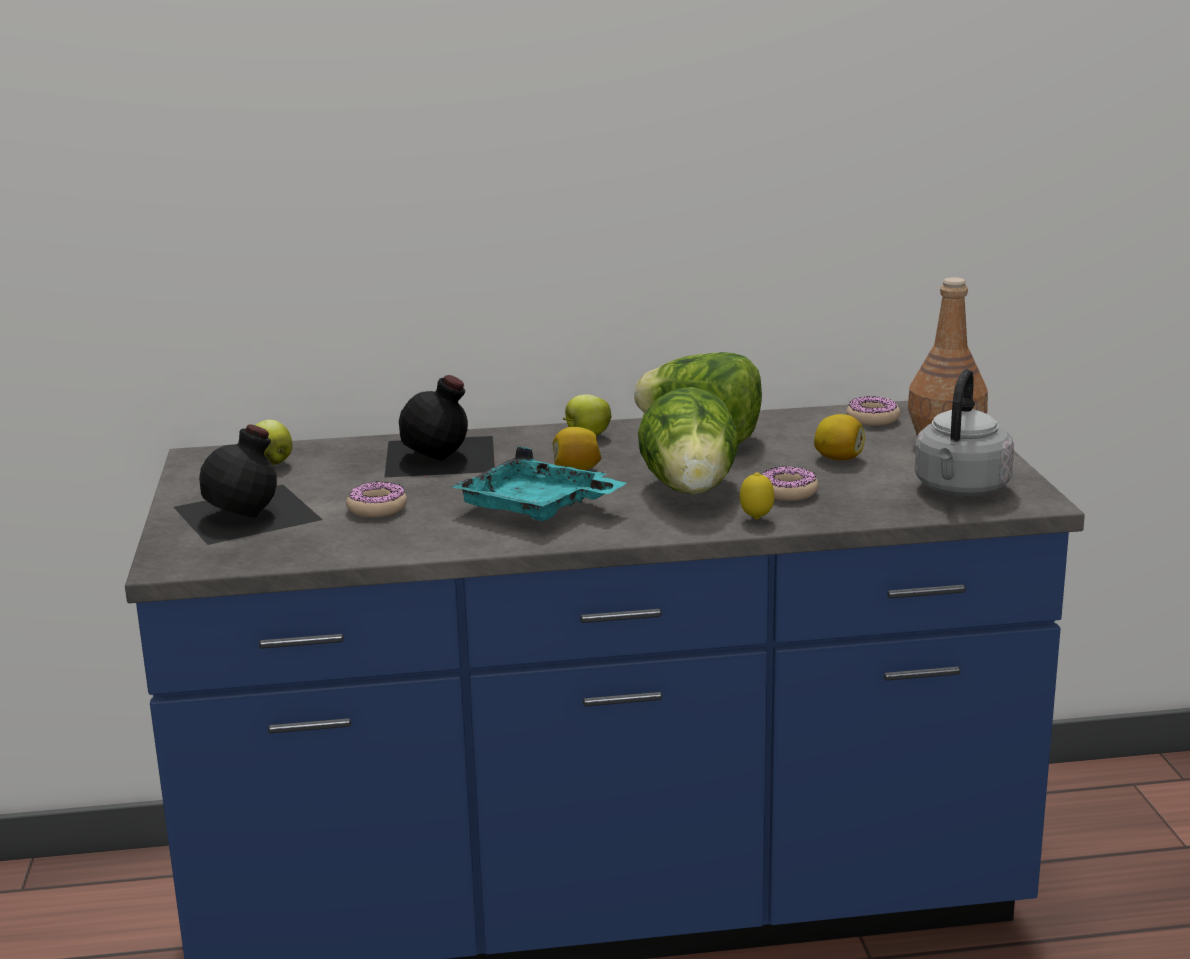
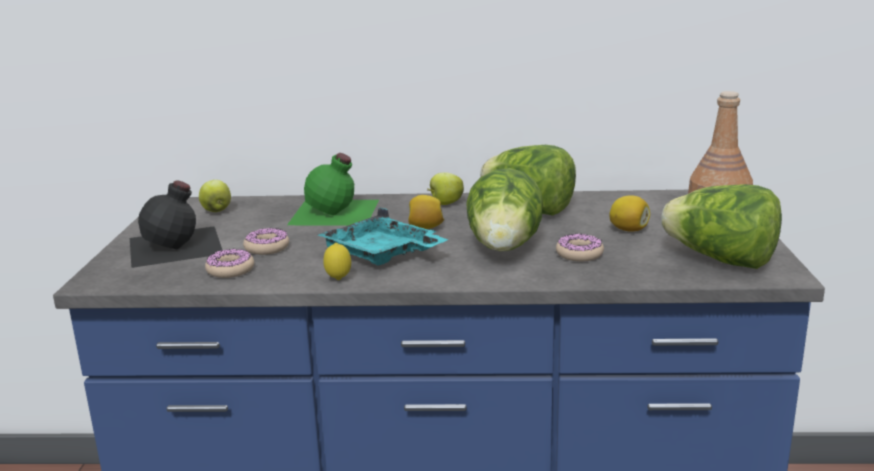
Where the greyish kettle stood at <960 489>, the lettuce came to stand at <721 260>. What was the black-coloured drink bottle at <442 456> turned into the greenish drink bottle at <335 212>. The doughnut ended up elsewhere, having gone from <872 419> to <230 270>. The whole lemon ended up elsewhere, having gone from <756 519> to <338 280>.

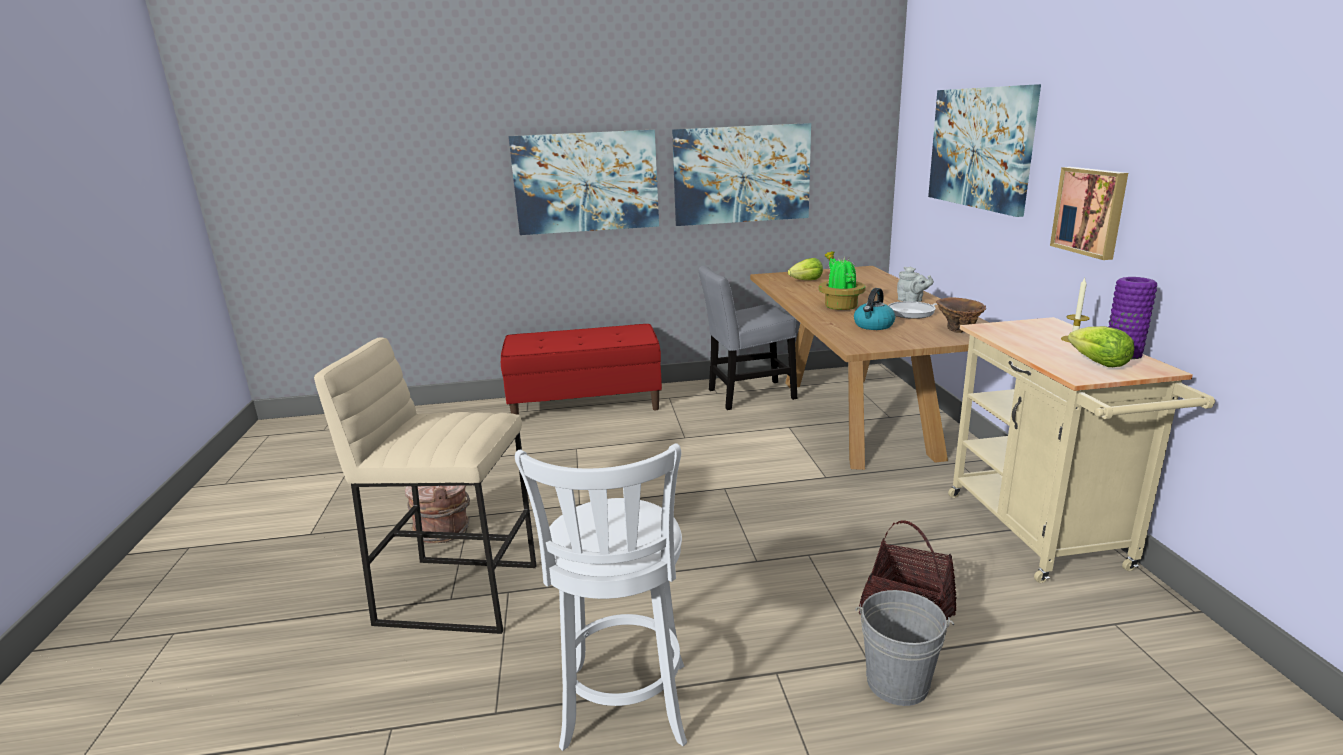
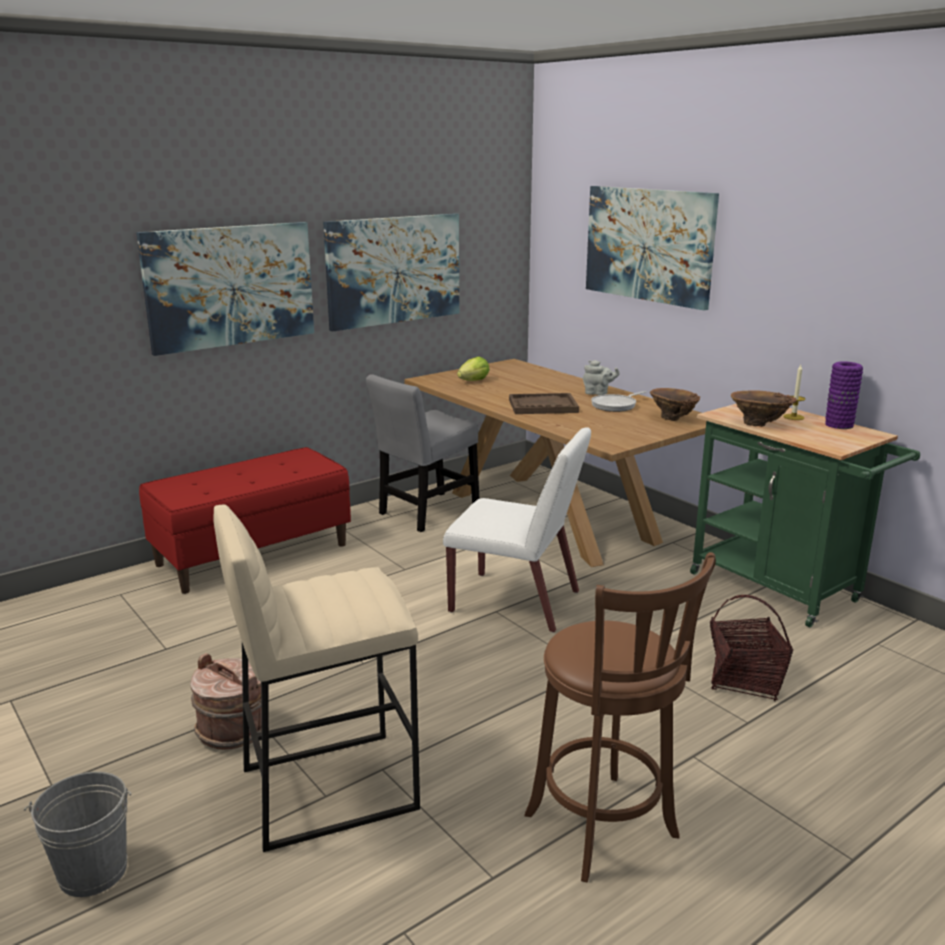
The second view lost the wall picture at <1091 211>. Where the houseplant stood at <840 306>, the brown-coloured carrying tray came to stand at <542 406>. The second view lost the kettle at <873 326>. What was the beige-coloured trolley at <1043 537> turned into the greenish trolley at <783 591>. The second view lost the lettuce at <1098 363>. What was the white-coloured sitting stool at <625 711> turned into the brown-coloured sitting stool at <605 831>. The greyish bucket ended up elsewhere, having gone from <897 682> to <92 871>. The second view gained the brown-coloured flower vase at <760 425>. The second view gained the white-coloured chair at <516 602>.

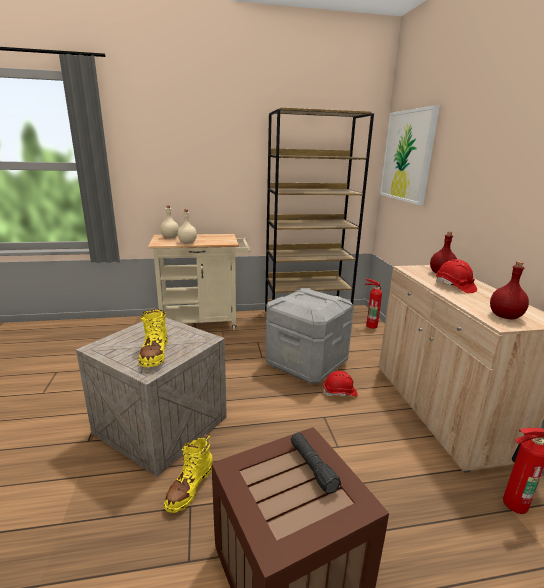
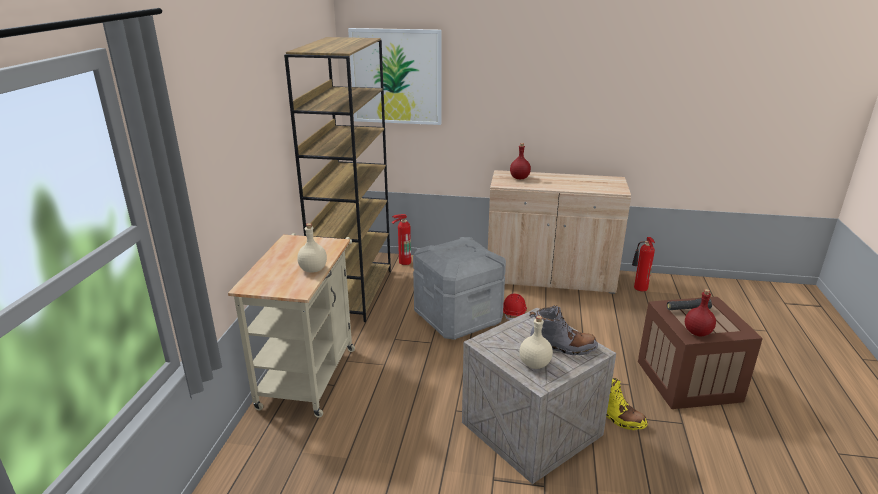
The beige-coloured drink bottle ended up elsewhere, having gone from <170 237> to <535 364>. The second view lost the red-coloured hard hat at <454 286>. The red-coloured drink bottle ended up elsewhere, having gone from <505 316> to <697 332>. What was the yellowish boot at <154 354> turned into the greyish boot at <562 346>.

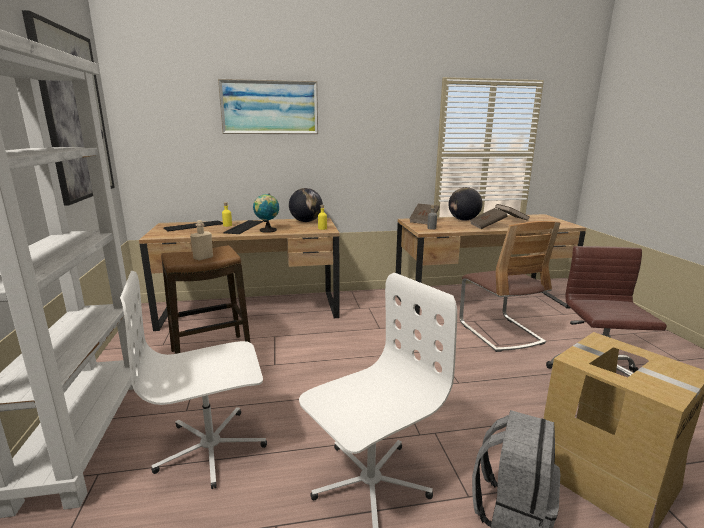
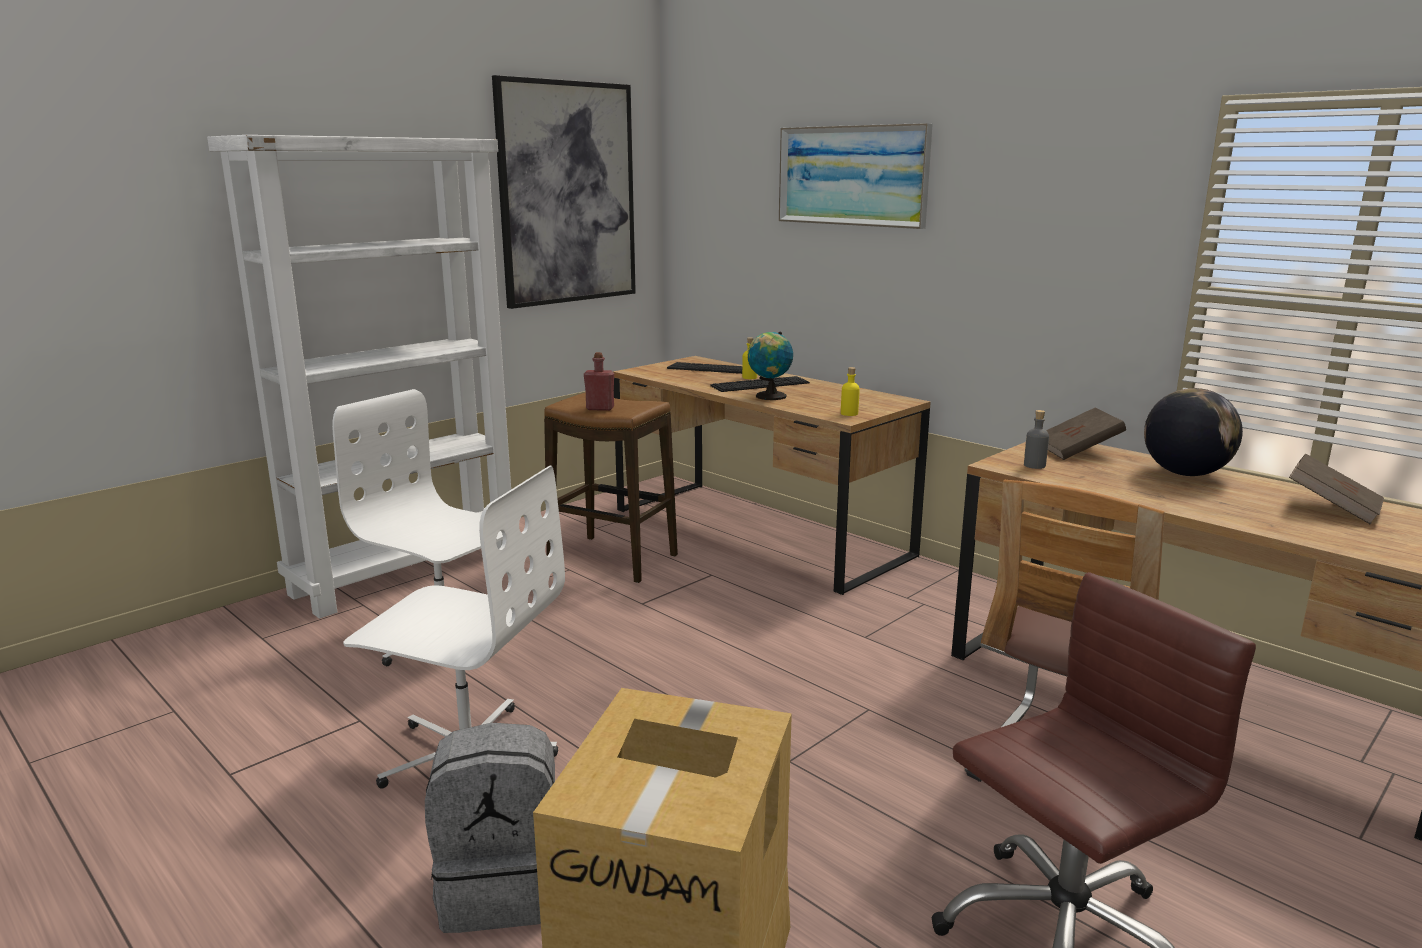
The second view lost the globe at <306 221>. The second view lost the brown-coloured book at <487 226>. What was the beige-coloured drink bottle at <203 258> turned into the red-coloured drink bottle at <600 408>.

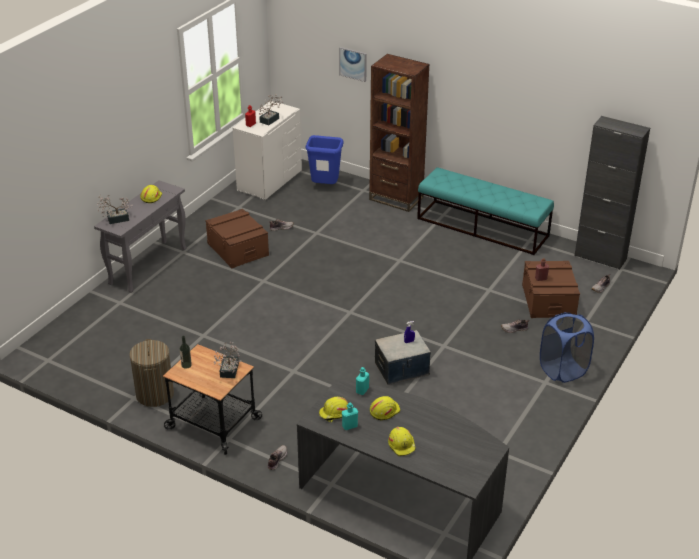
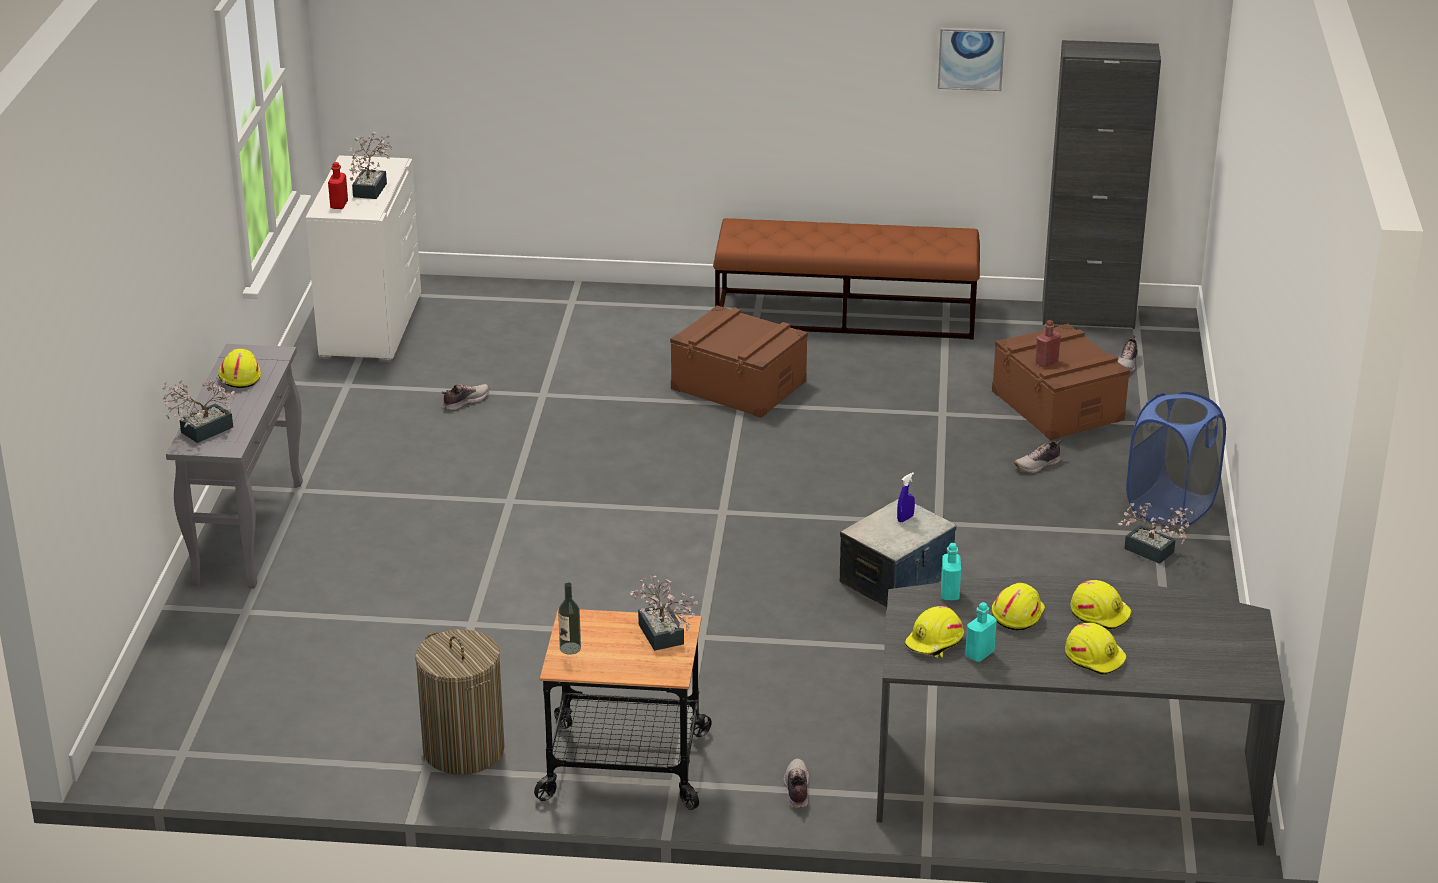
The wall picture ended up elsewhere, having gone from <353 64> to <971 58>. The second view lost the brown-coloured shelving unit at <396 198>. The second view lost the blue waste bin at <325 187>. What was the blue-green bench at <483 227> turned into the brown-coloured bench at <846 315>. The brown-coloured storage container ended up elsewhere, having gone from <238 249> to <739 385>. The second view gained the houseplant at <1153 553>. The second view gained the yellowish hard hat at <1100 613>.

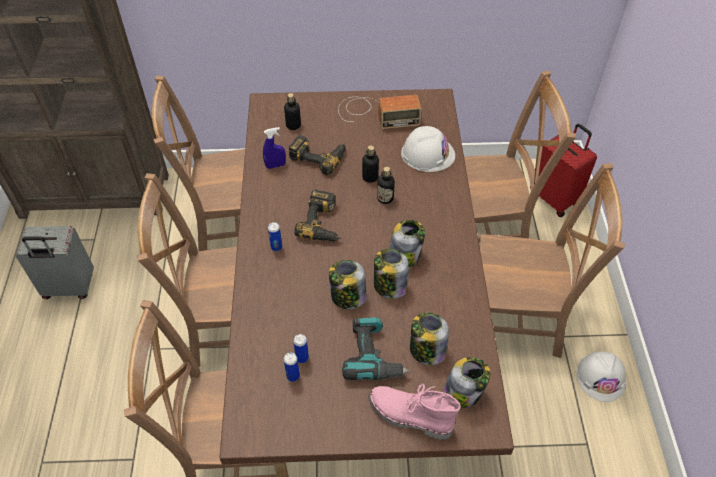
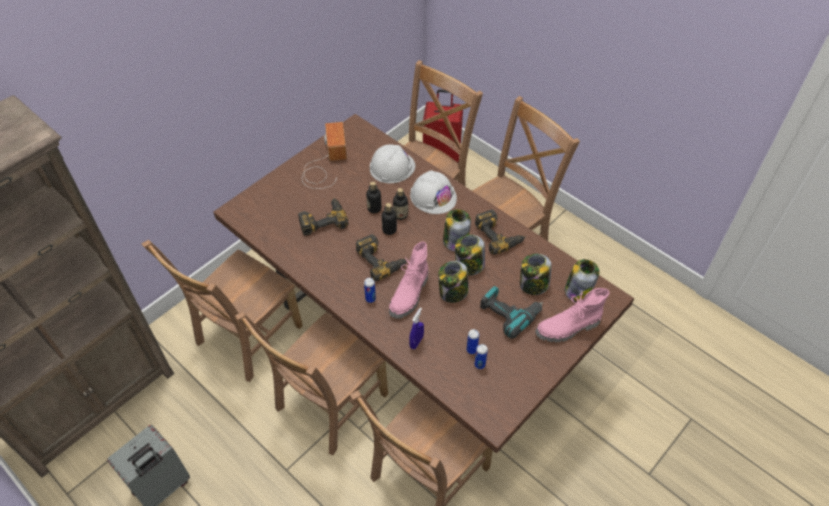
The drink bottle ended up elsewhere, having gone from <293 125> to <389 230>. The radio at <376 113> ended up facing another way, 45 degrees counterclockwise from before. The blue spray bottle ended up elsewhere, having gone from <275 165> to <416 342>. The white-coloured hard hat ended up elsewhere, having gone from <601 377> to <433 196>. The second view gained the electric drill at <499 235>. The second view gained the pinkish boot at <410 295>.

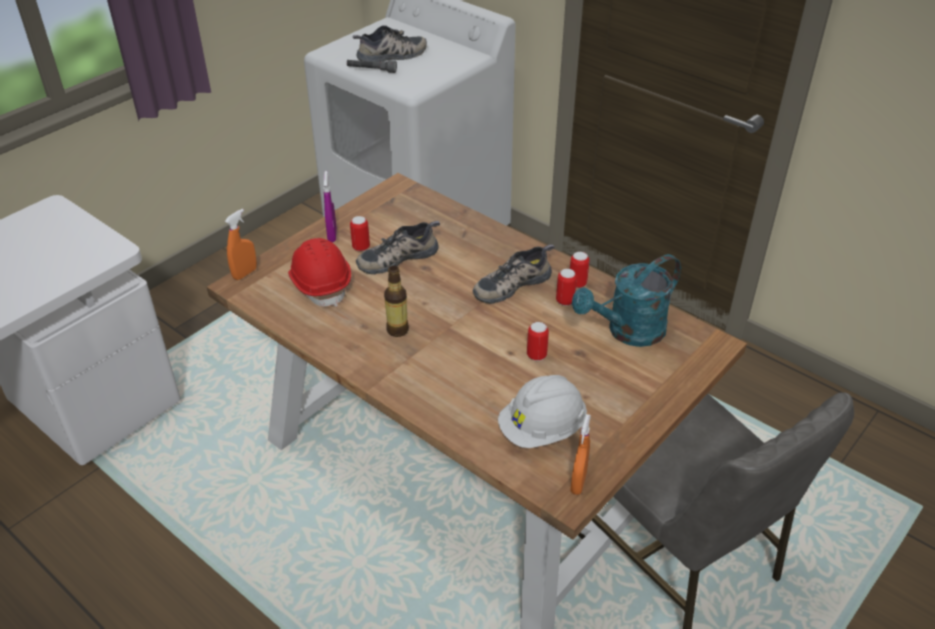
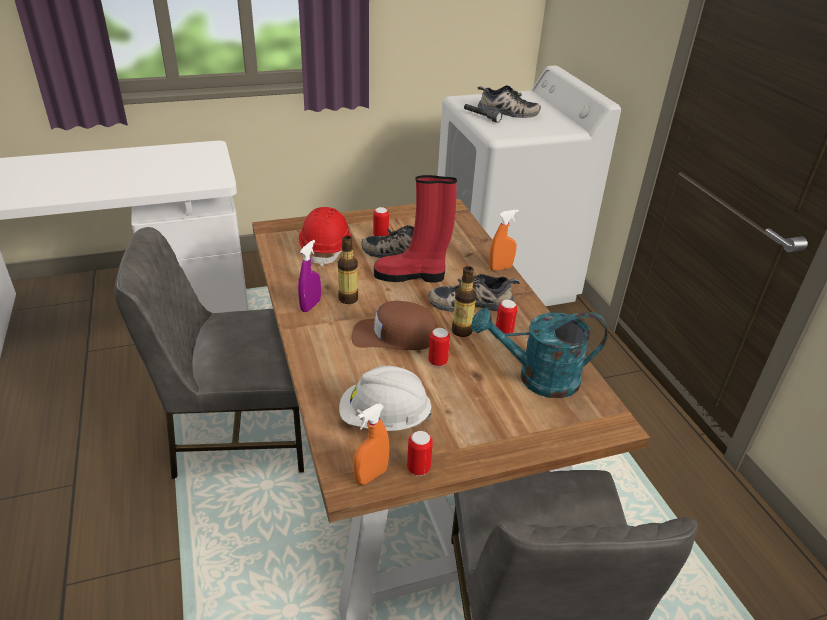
The purple-coloured spray bottle ended up elsewhere, having gone from <332 235> to <310 306>. The orange-coloured spray bottle ended up elsewhere, having gone from <245 273> to <500 268>. The can ended up elsewhere, having gone from <577 284> to <418 468>. The second view gained the red-coloured boot at <411 275>. The second view gained the greyish chair at <239 433>. The second view gained the drink bottle at <462 331>. The second view gained the brown-coloured cap at <394 336>.

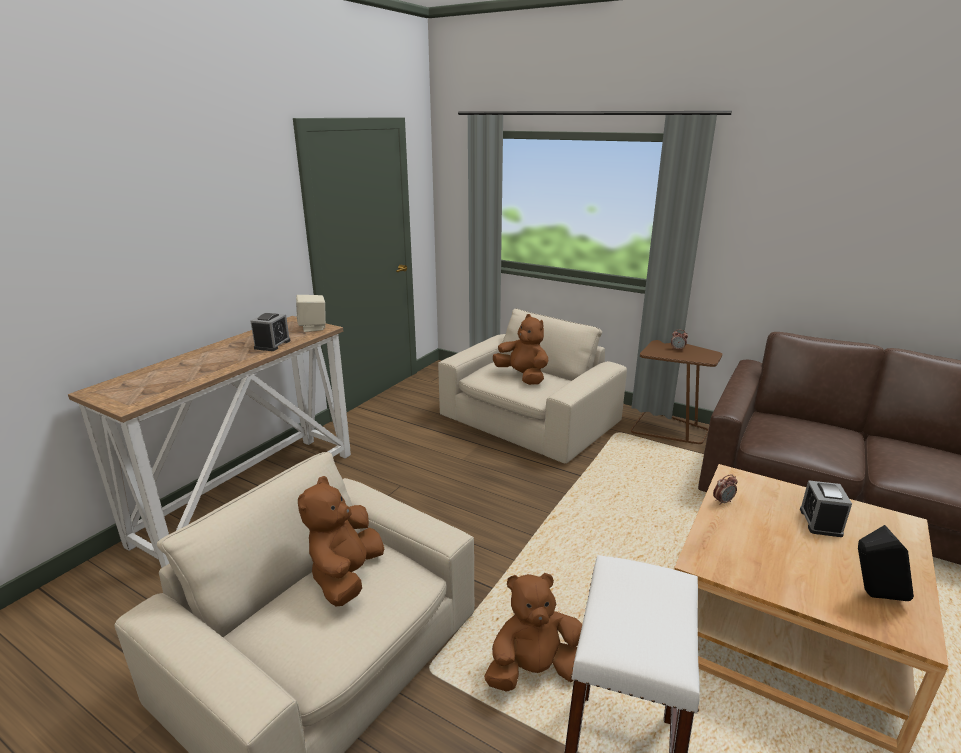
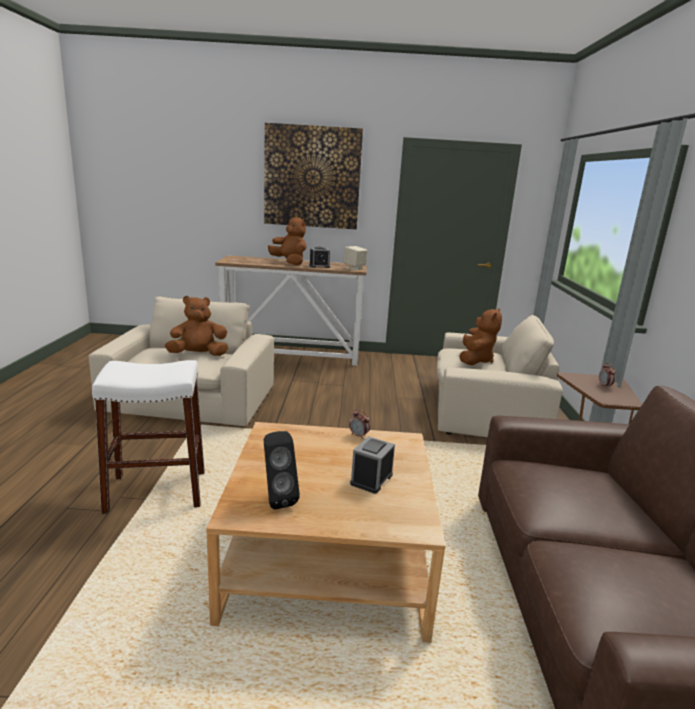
The alarm clock at <820 522> ended up facing another way, 45 degrees counterclockwise from before. The brown-coloured soft toy ended up elsewhere, having gone from <534 670> to <289 263>. The second view gained the wall picture at <312 177>.

